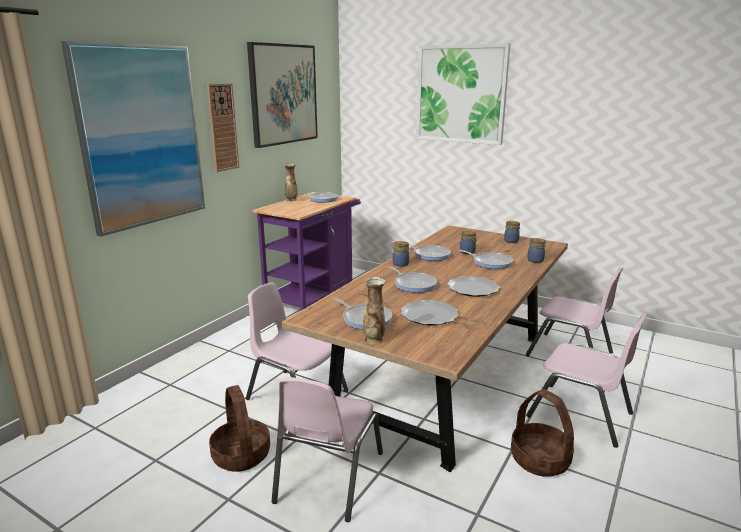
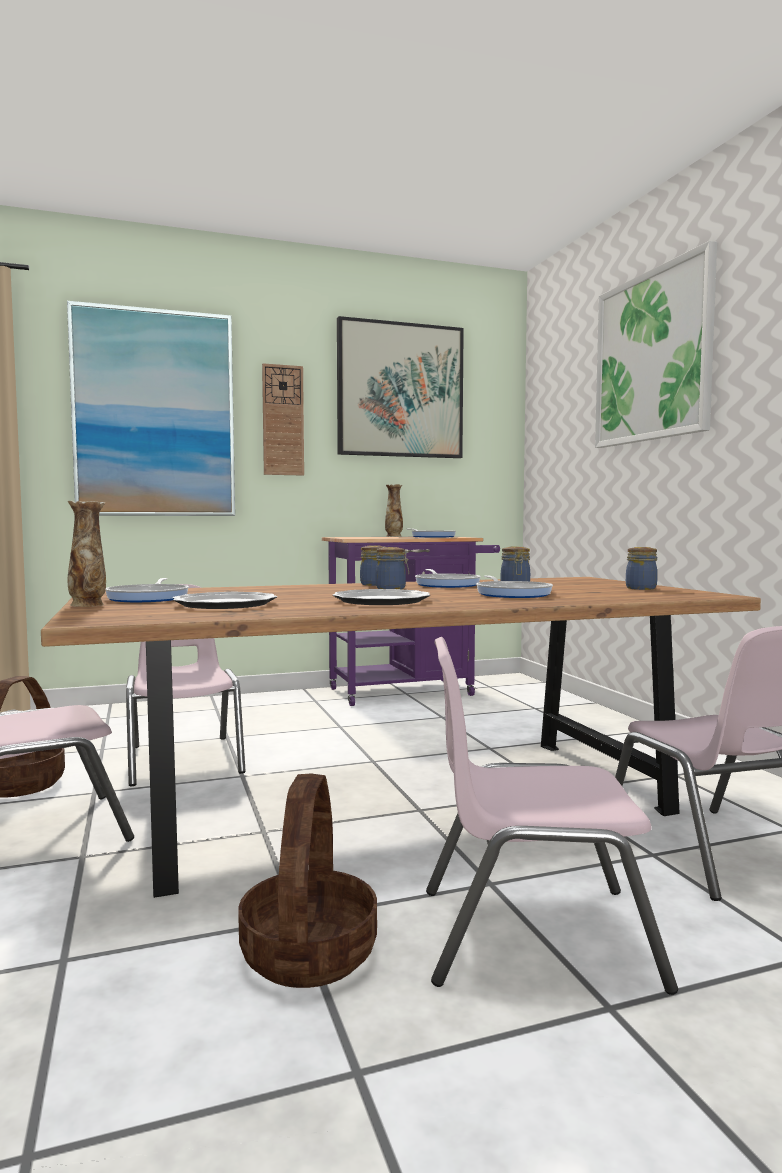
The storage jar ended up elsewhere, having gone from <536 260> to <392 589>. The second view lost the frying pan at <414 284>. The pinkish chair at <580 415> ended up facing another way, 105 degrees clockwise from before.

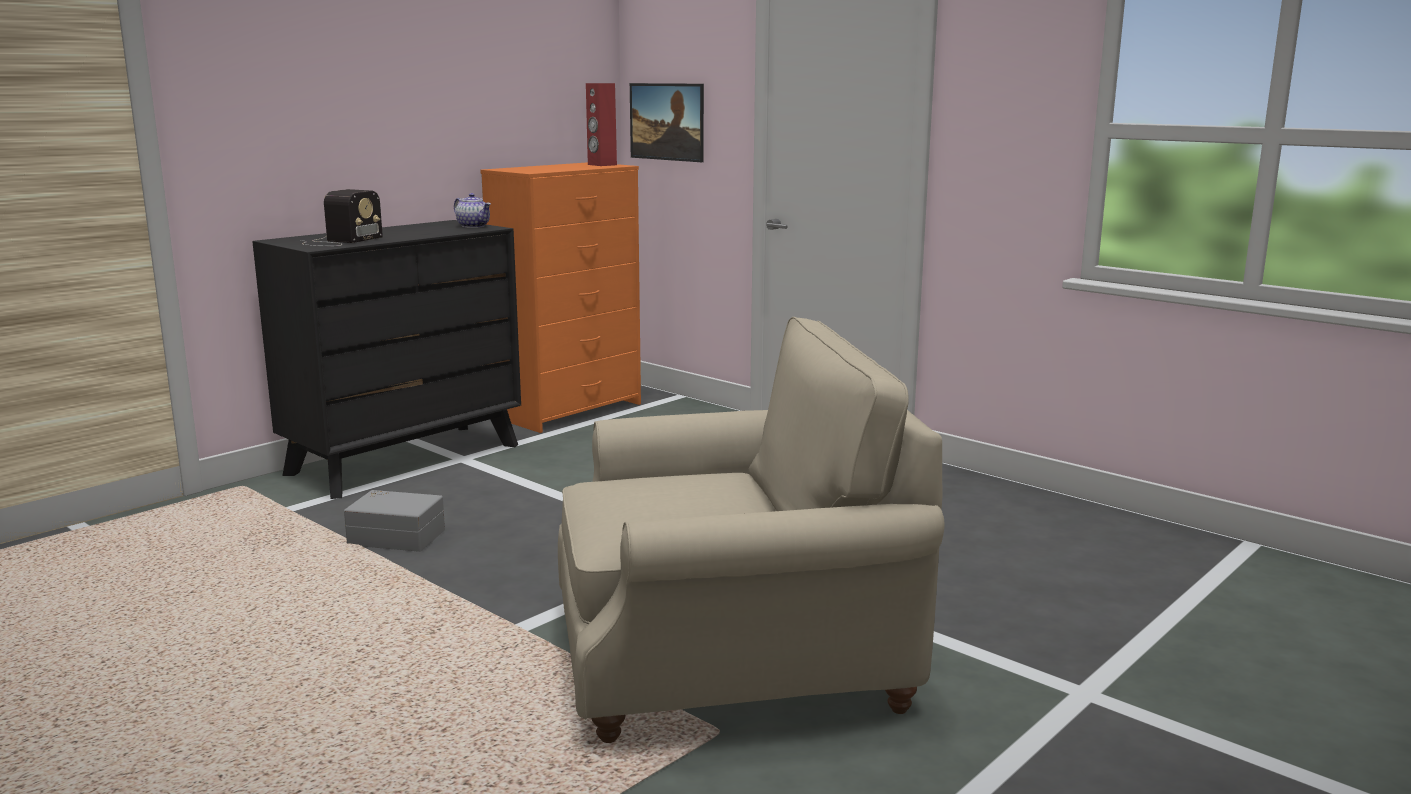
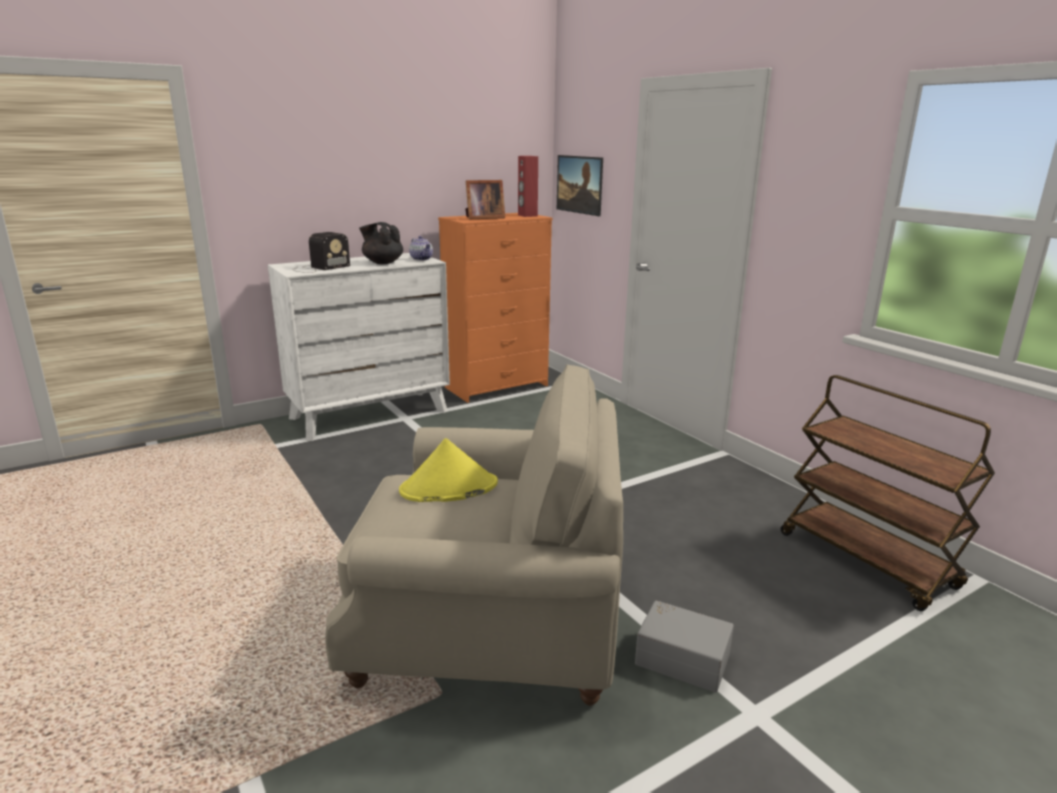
What was the black-coloured chest of drawers at <405 459> turned into the white-coloured chest of drawers at <369 414>. The greyish storage container ended up elsewhere, having gone from <397 536> to <682 657>. The second view gained the picture frame at <483 218>. The second view gained the black-coloured tea pot at <382 262>. The second view gained the brown-coloured trolley at <867 561>. The second view gained the yellowish hat at <448 488>.

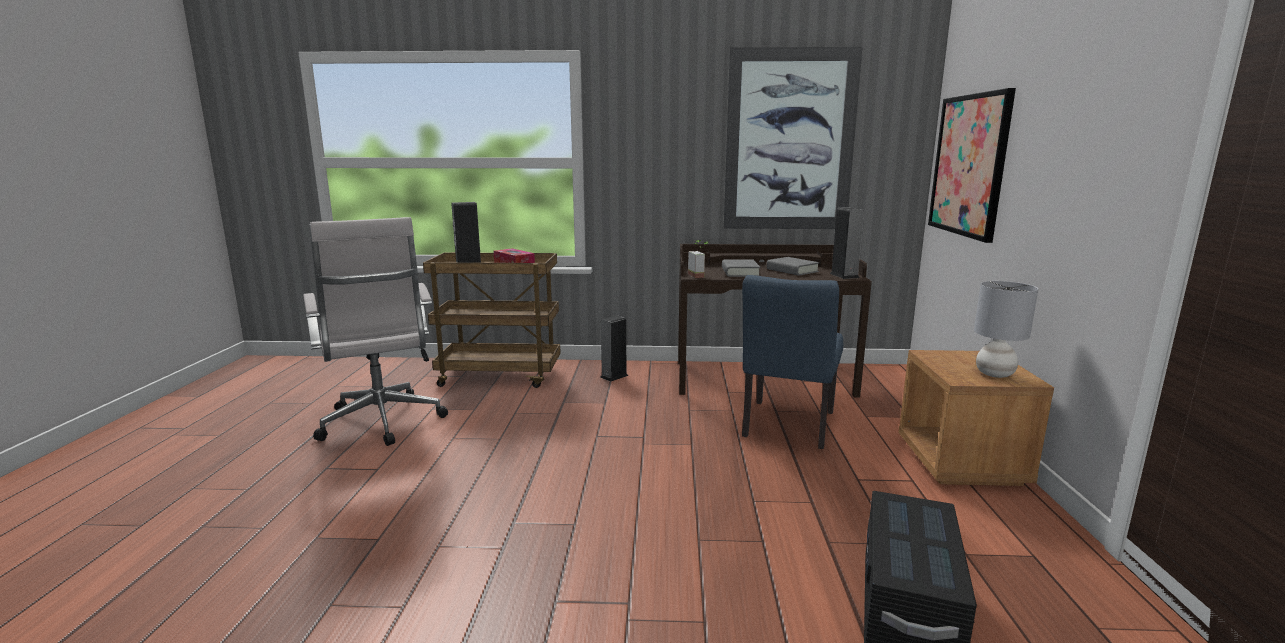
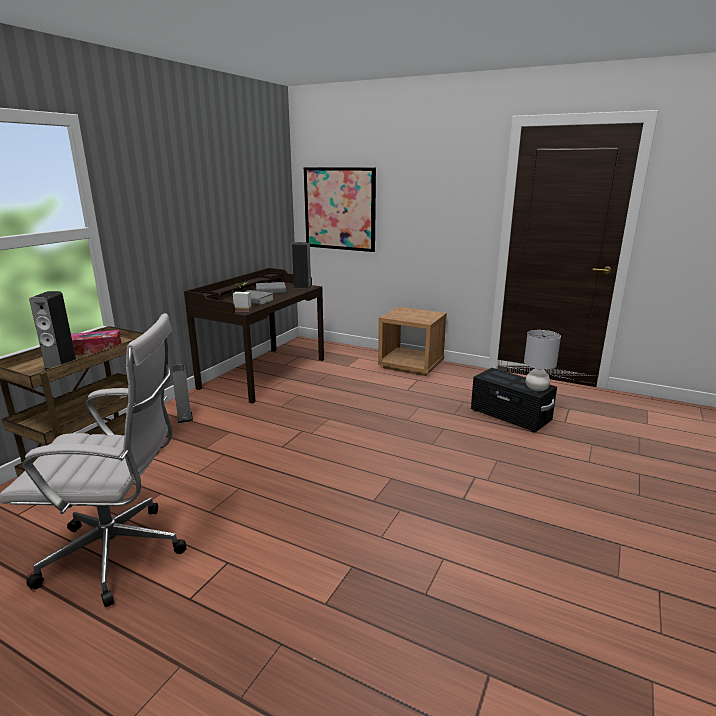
The second view lost the wall picture at <789 141>. The second view lost the blue chair at <786 427>. The greyish lamp for a table ended up elsewhere, having gone from <995 374> to <536 388>.

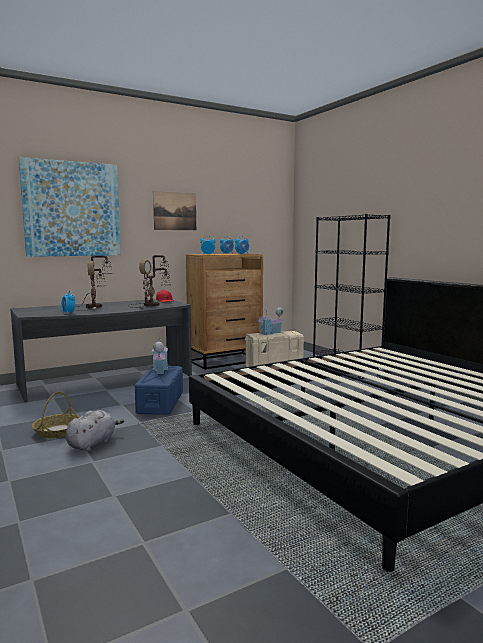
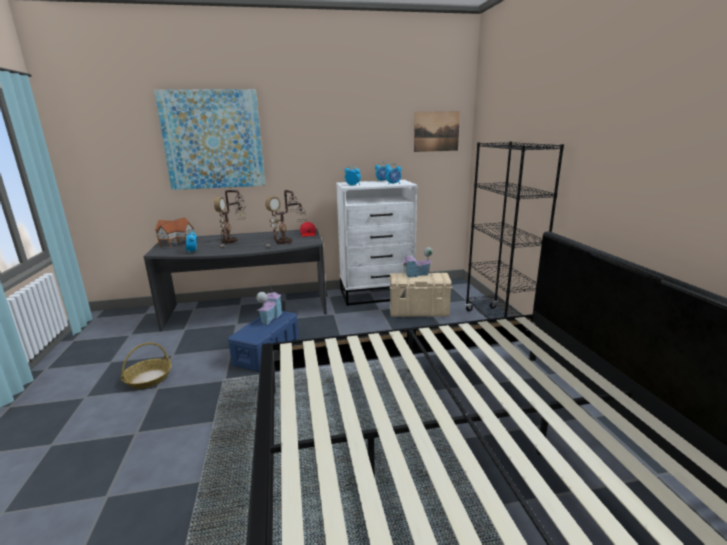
The wall picture ended up elsewhere, having gone from <175 211> to <436 131>. What was the brown-coloured chest of drawers at <225 360> turned into the white-coloured chest of drawers at <377 294>. The second view lost the greyish soft toy at <93 443>. The second view gained the toy house at <177 243>.

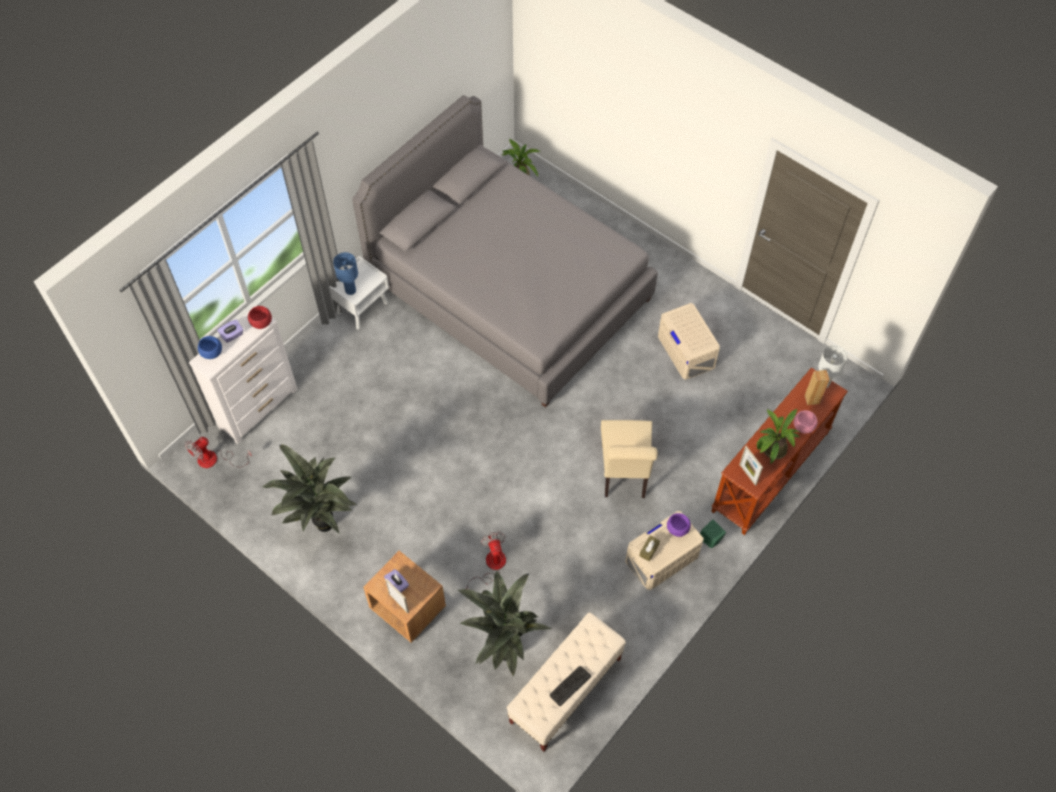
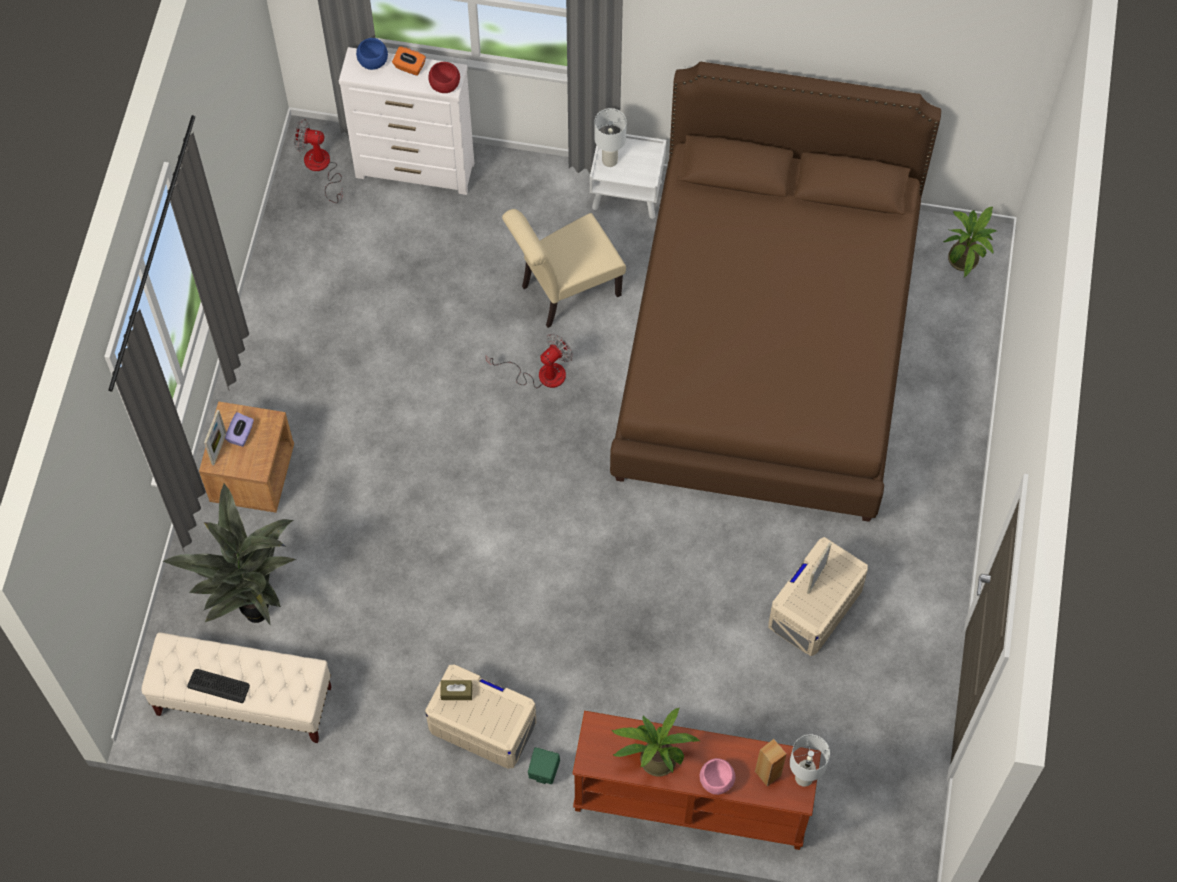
What was the greyish sleeping bed at <509 290> turned into the brown-coloured sleeping bed at <767 345>. What was the blue lamp for a table at <350 290> turned into the white-coloured lamp for a table at <610 160>. What was the purple-coloured tissue holder at <232 335> turned into the orange-coloured tissue holder at <409 67>. The beige-coloured chair ended up elsewhere, having gone from <624 475> to <564 292>. The second view lost the houseplant at <323 528>. The picture frame ended up elsewhere, having gone from <747 474> to <816 578>. The second view lost the purple-coloured serving bowl at <677 529>. The fan ended up elsewhere, having gone from <490 566> to <541 374>.

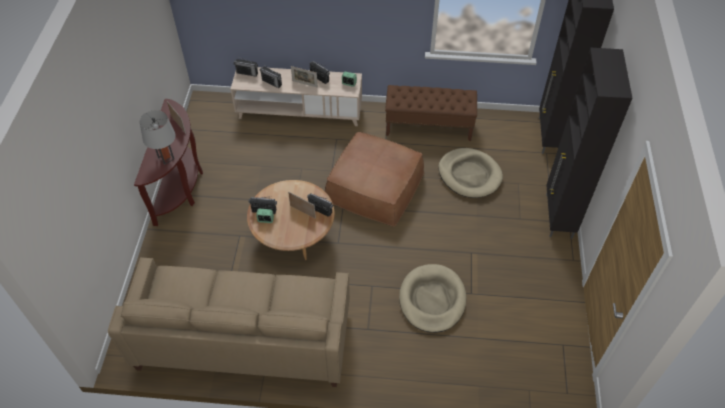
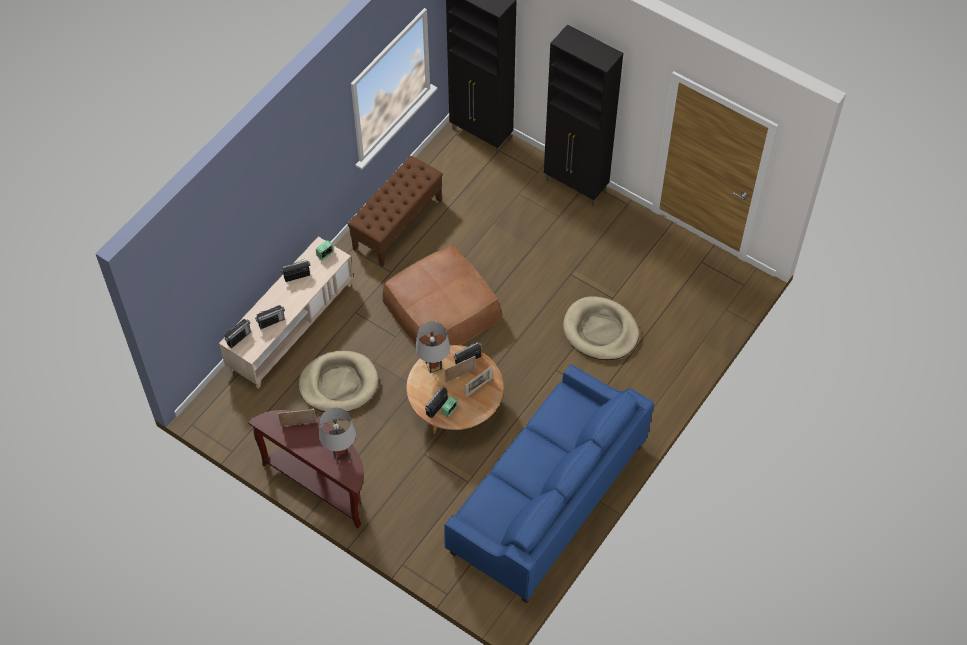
The picture frame ended up elsewhere, having gone from <304 84> to <478 387>. The beige-coloured dog cushion ended up elsewhere, having gone from <469 175> to <338 384>. What was the beige-coloured settee at <243 338> turned into the blue settee at <547 499>. The second view gained the greyish lamp for a table at <433 365>.

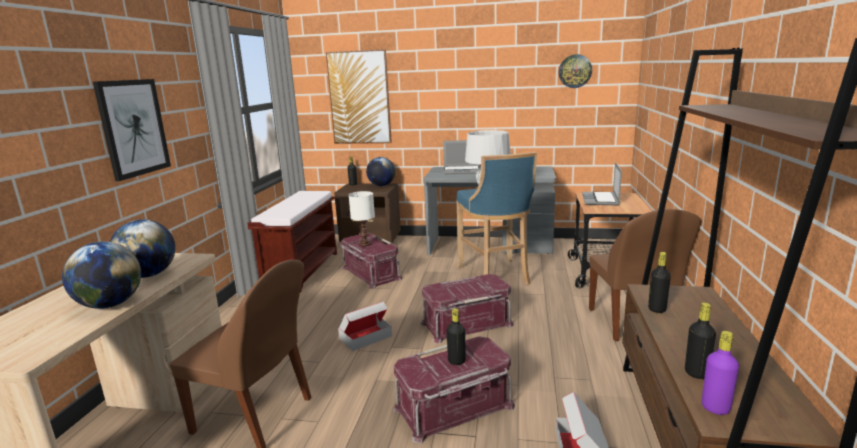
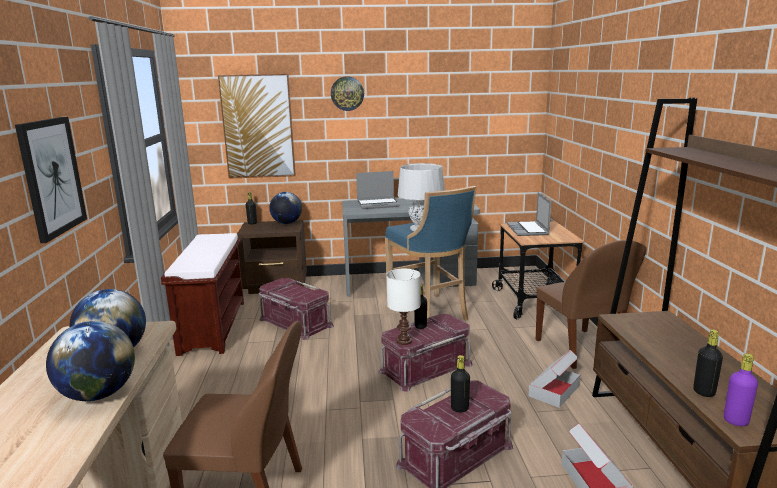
The hanging clock ended up elsewhere, having gone from <575 71> to <347 93>. The white-coloured lamp for a table ended up elsewhere, having gone from <365 244> to <404 341>. The black-coloured drink bottle ended up elsewhere, having gone from <657 309> to <420 326>. The carton ended up elsewhere, having gone from <365 337> to <554 391>.

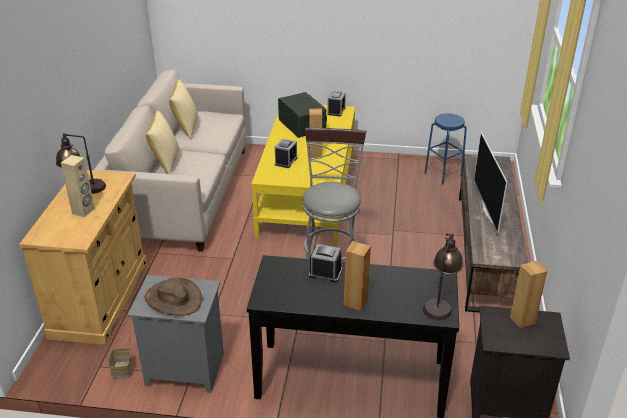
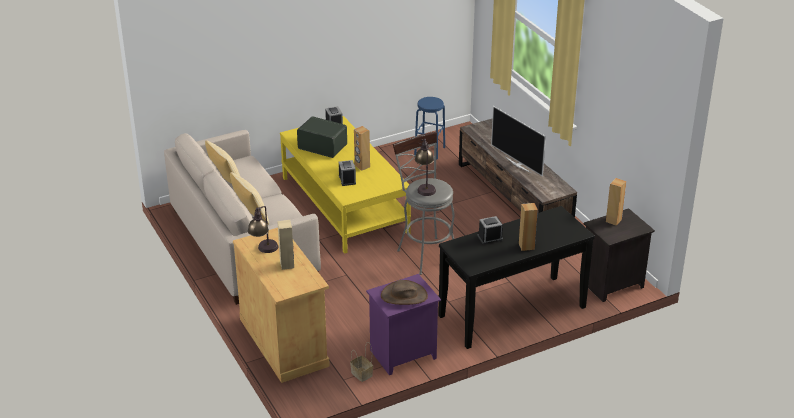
The lamp for a table ended up elsewhere, having gone from <440 303> to <425 186>. What was the greyish night table at <183 370> turned into the purple-coloured night table at <402 355>.

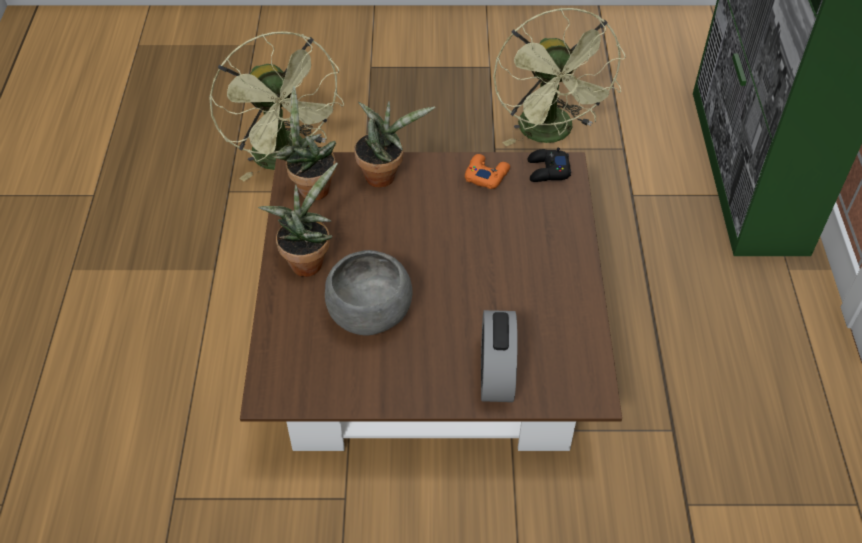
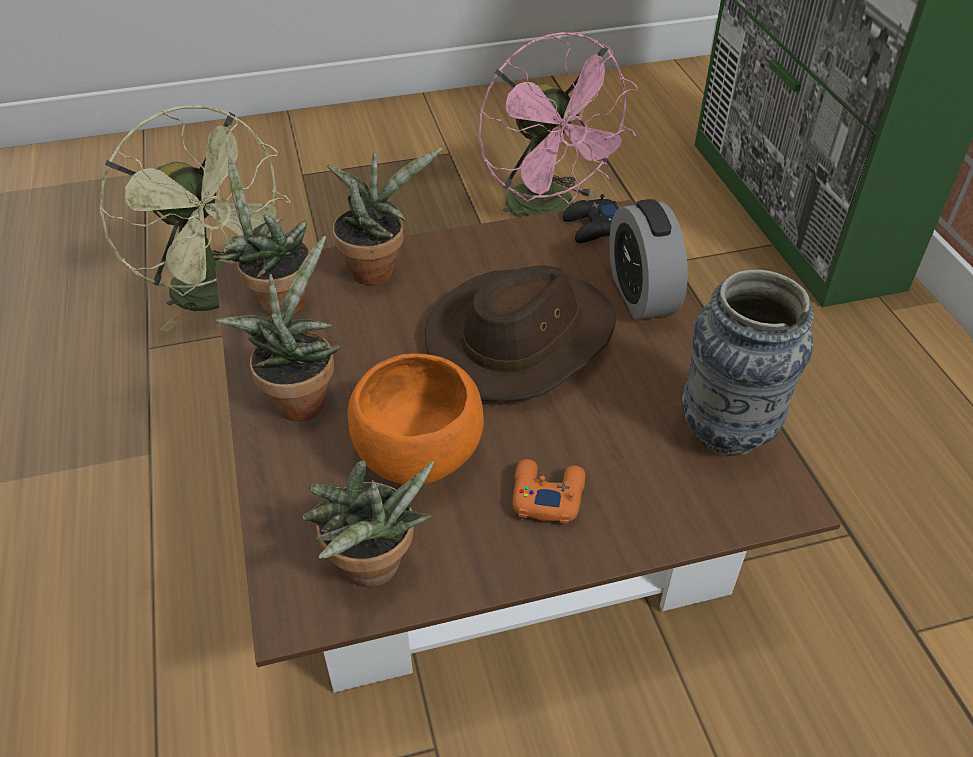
What was the greenish fan at <551 134> turned into the pinkish fan at <550 212>. The orange-coloured gamepad ended up elsewhere, having gone from <486 175> to <547 495>. What was the greyish serving bowl at <369 314> turned into the orange-coloured serving bowl at <418 455>. The alarm clock ended up elsewhere, having gone from <496 375> to <641 294>. The second view gained the brown-coloured hat at <522 339>. The second view gained the flower vase at <726 432>. The second view gained the houseplant at <374 572>.

